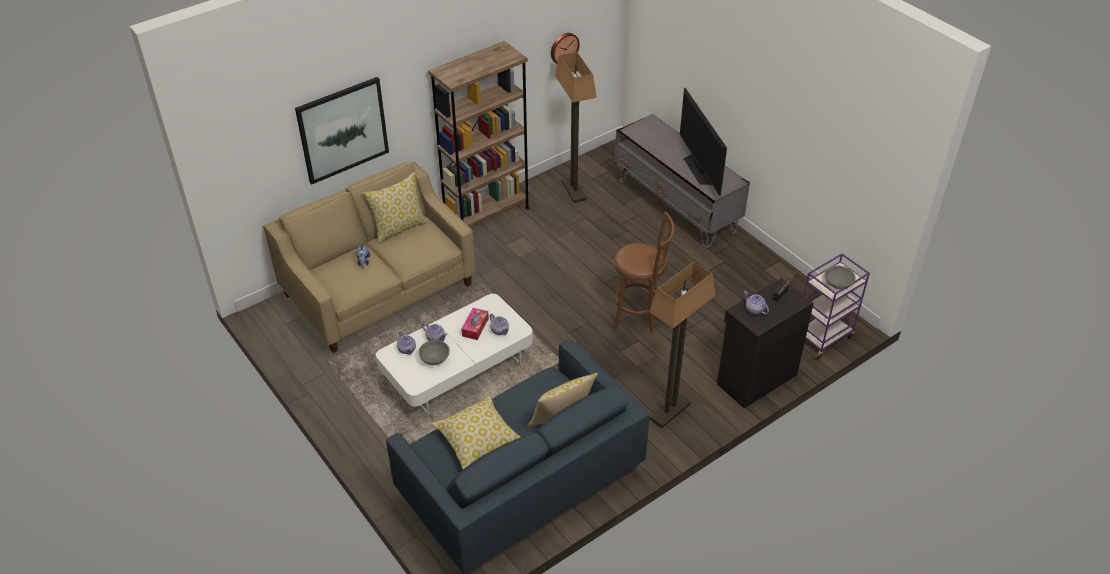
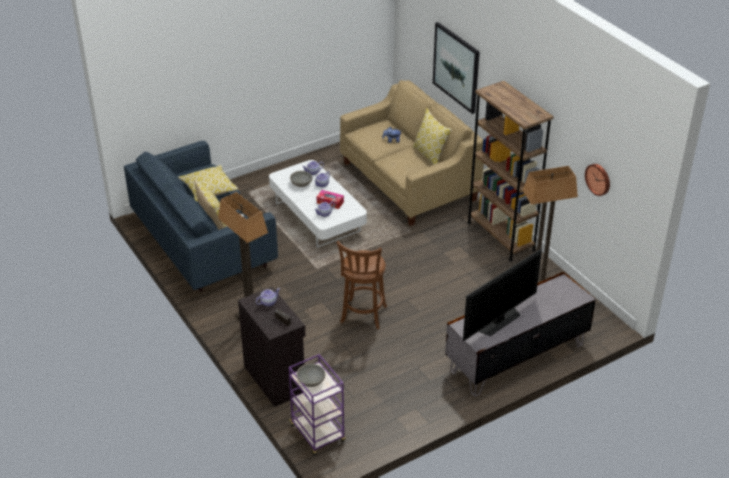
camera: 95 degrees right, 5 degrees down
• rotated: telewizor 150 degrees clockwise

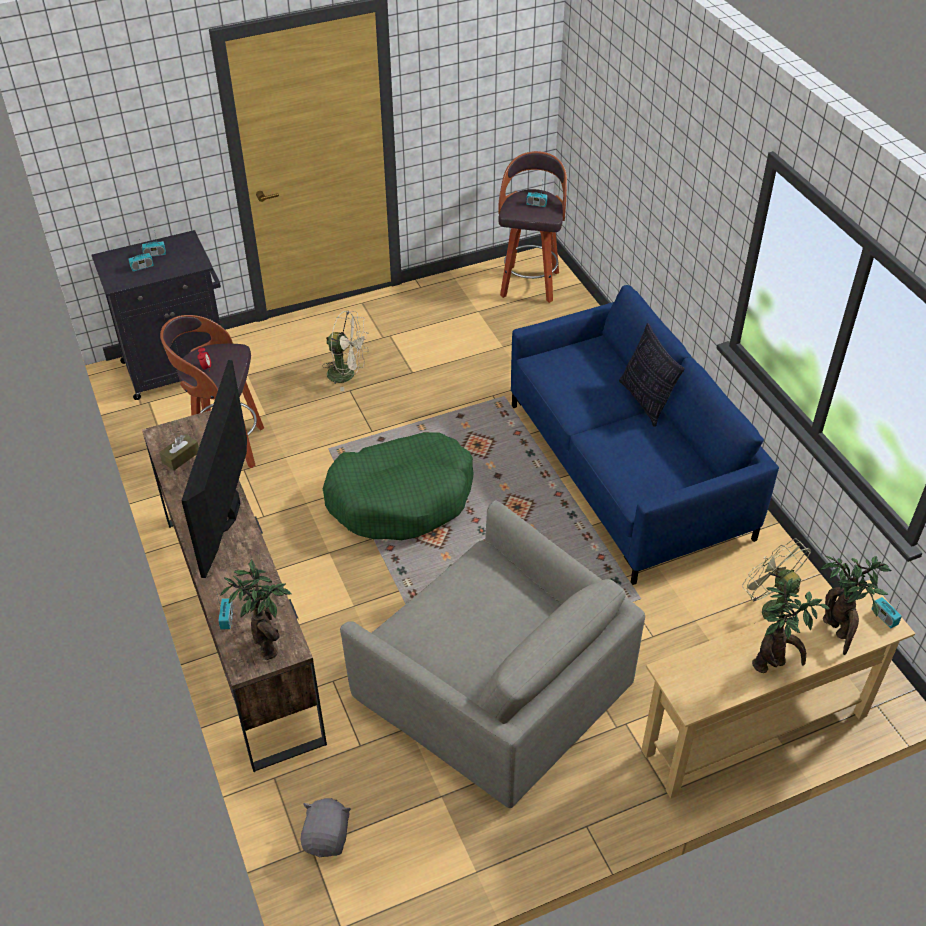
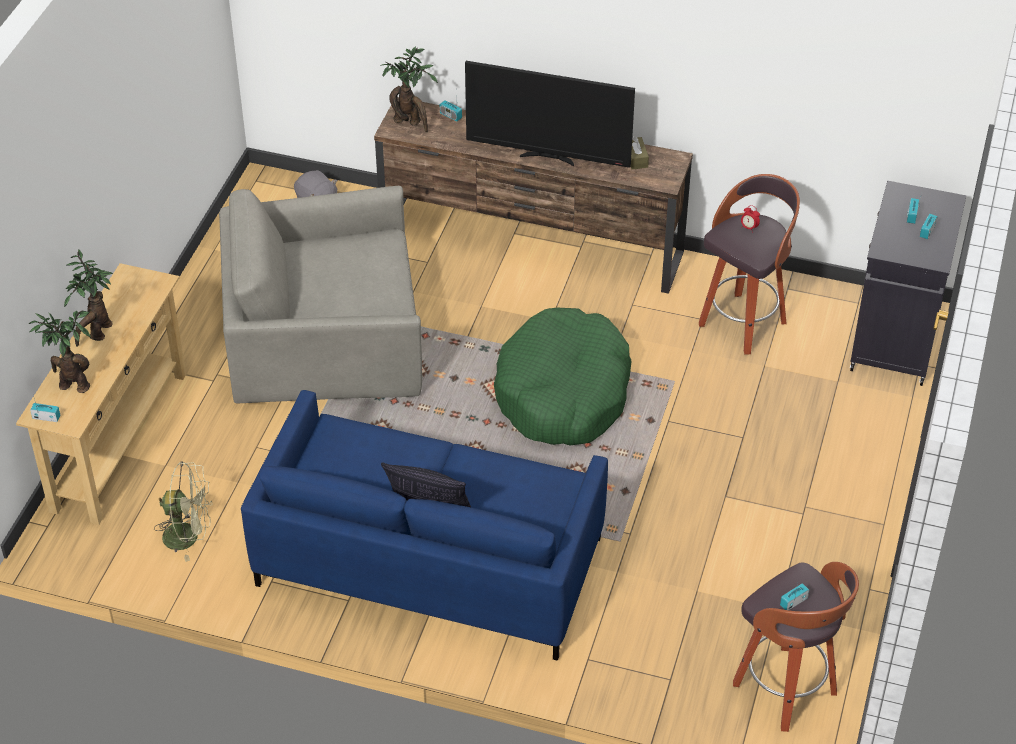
camera: 130 degrees right, 0 degrees up
• gone: wentylator [beżowy]
• rotated: telewizor 150 degrees clockwise

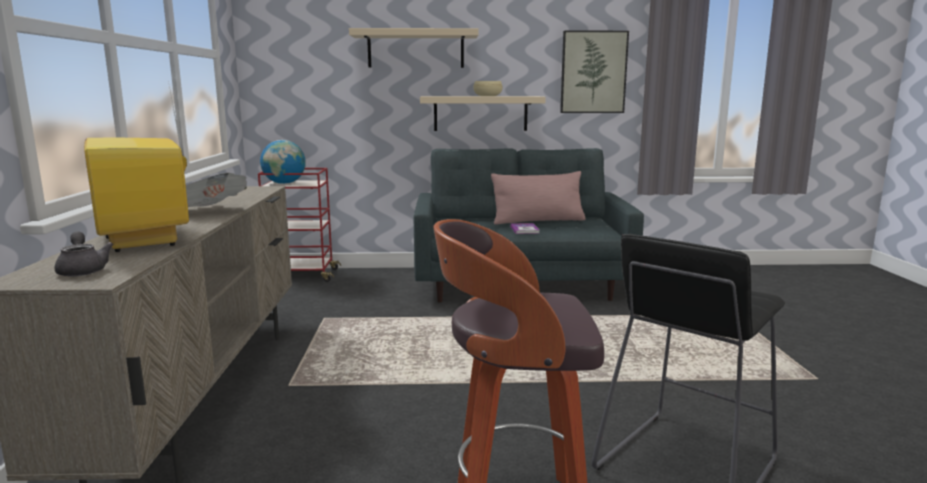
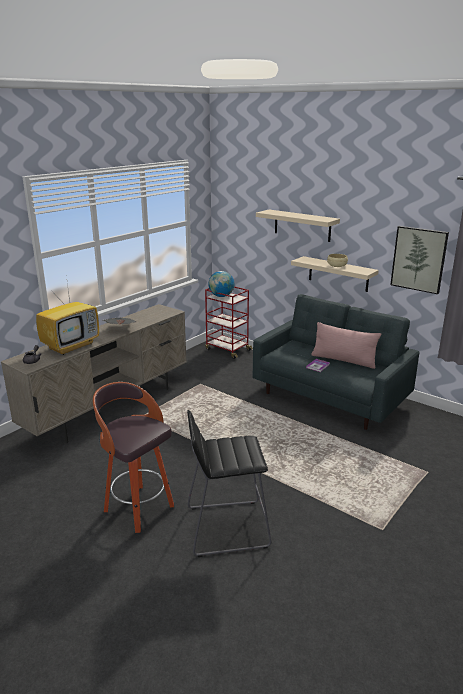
camera: 40 degrees right, 10 degrees up
• rotated: telewizor 150 degrees counterclockwise

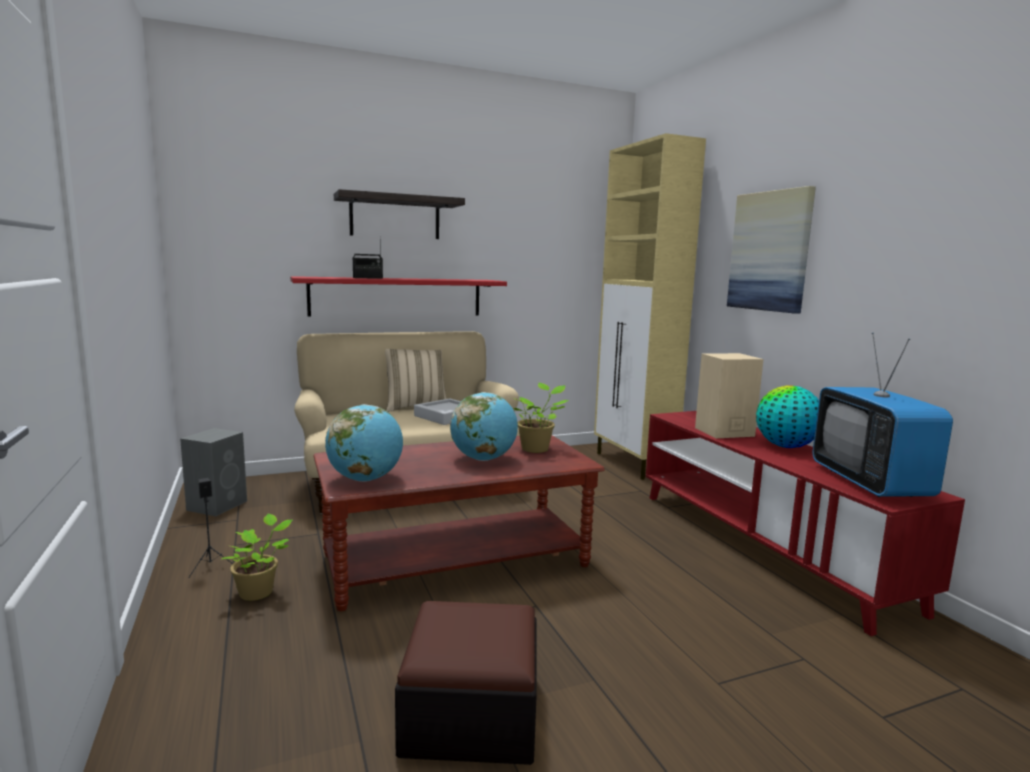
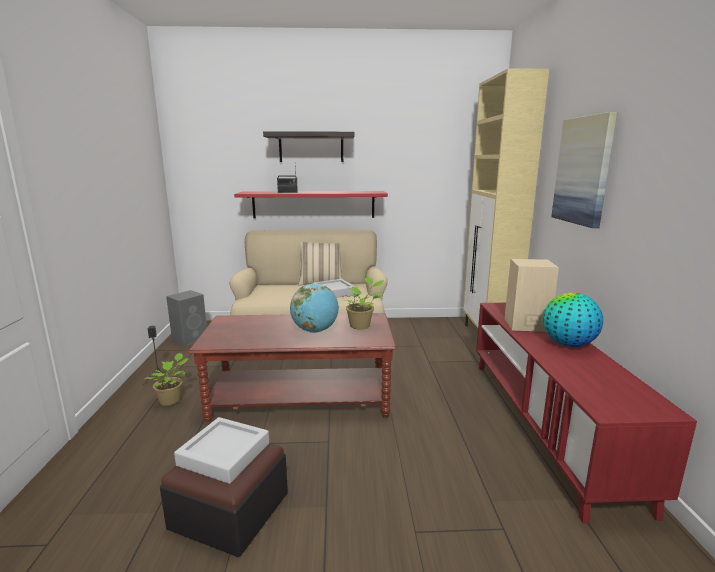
camera: 20 degrees right, 5 degrees up
• gone: globus (no. 1 from left)
• gone: telewizor
• new: taca [szary] (no. 1 from left)

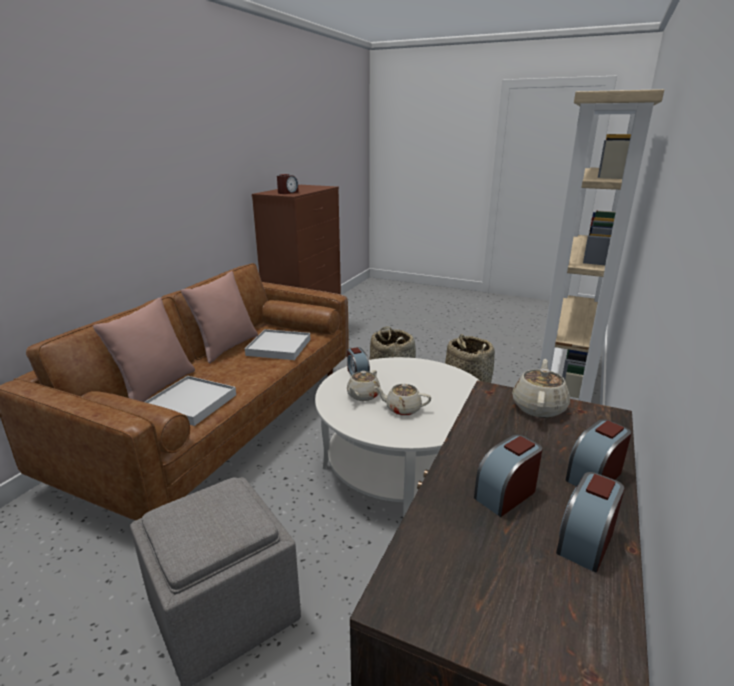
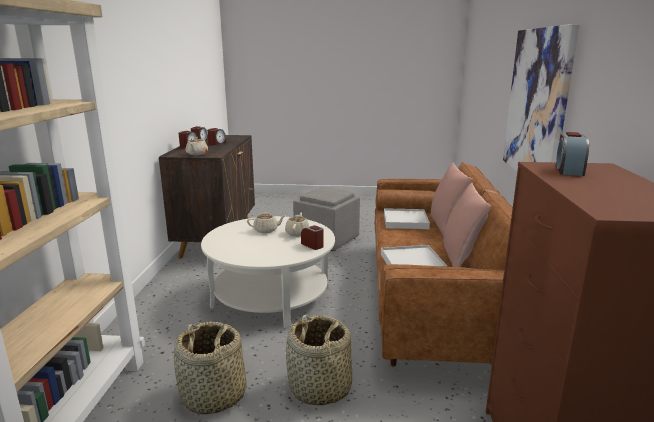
camera: 160 degrees right, 5 degrees down
• new: obraz

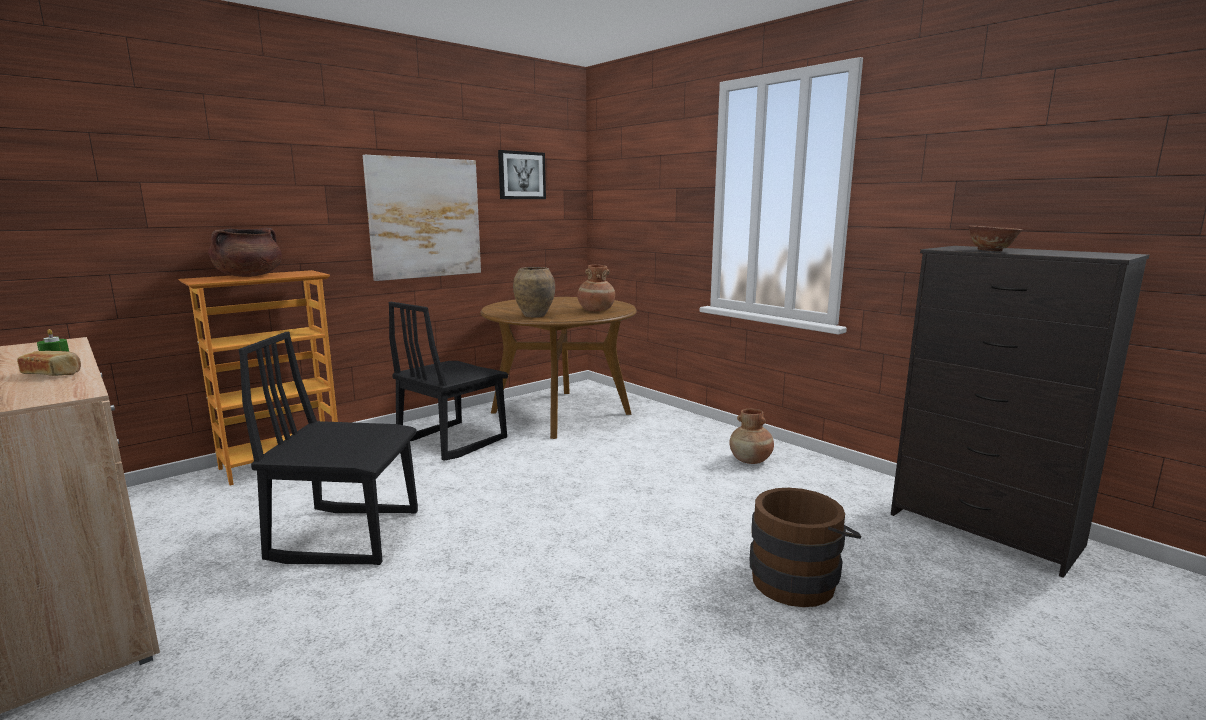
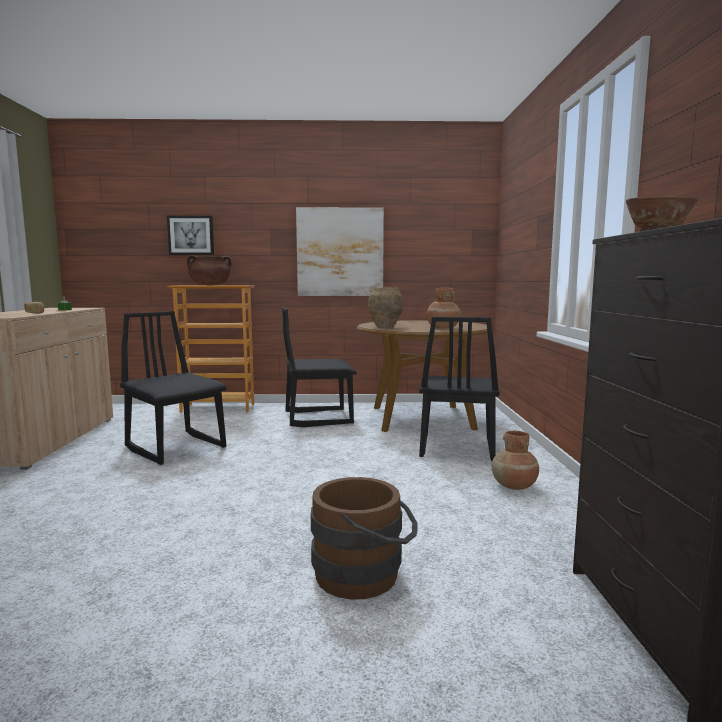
camera: 40 degrees right, 5 degrees down
• new: krzesło [czarny] (no. 3 from left)
• shifted: obraz (no. 2 from left in the first image) to obraz (no. 1 from left)

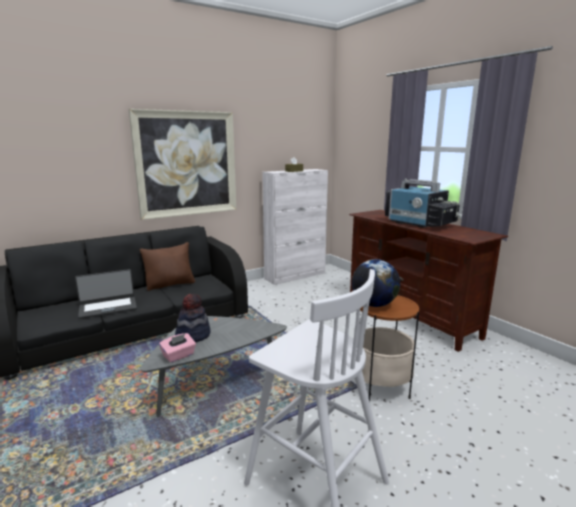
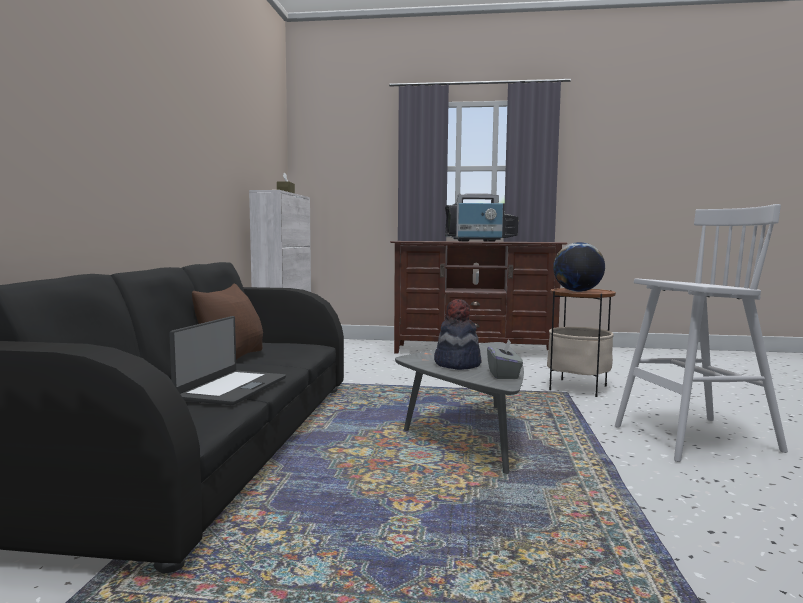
camera: 50 degrees left, 10 degrees down
• gone: obraz
• repainted: pudełko chusteczek [różowy] to pudełko chusteczek [szary]

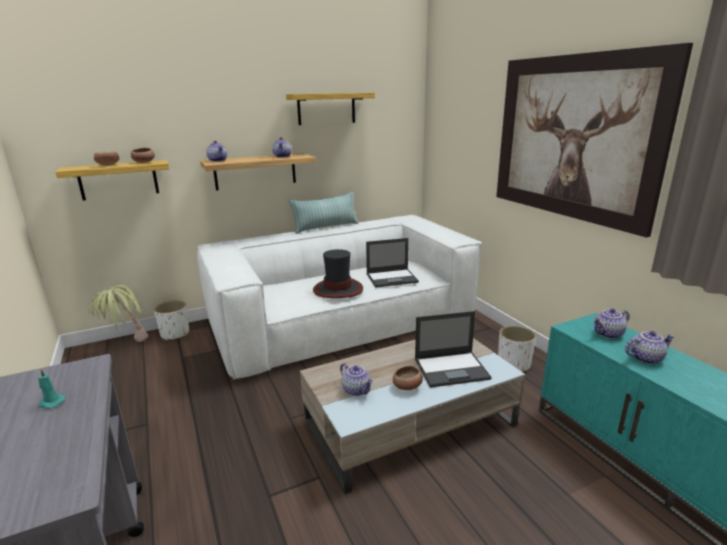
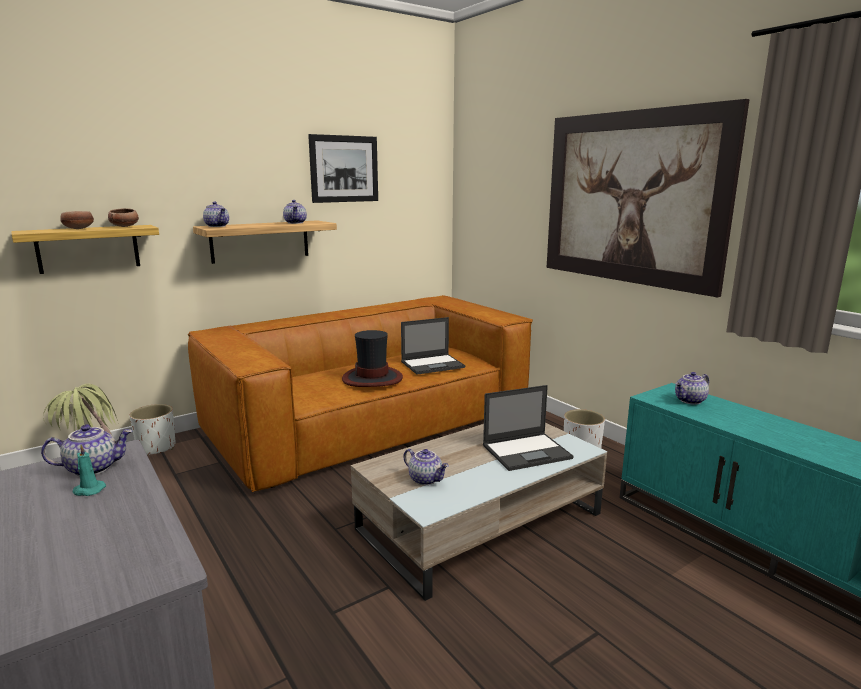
camera: 10 degrees left, 5 degrees down
• gone: poduszka
• gone: miska (no. 3 from left)
• shifted: imbryk (no. 5 from left in the first image) to imbryk (no. 1 from left)
• swapped: półka (no. 3 from left) to obraz (no. 1 from left)
• repainted: kanapa [biały] to kanapa [brązowy]

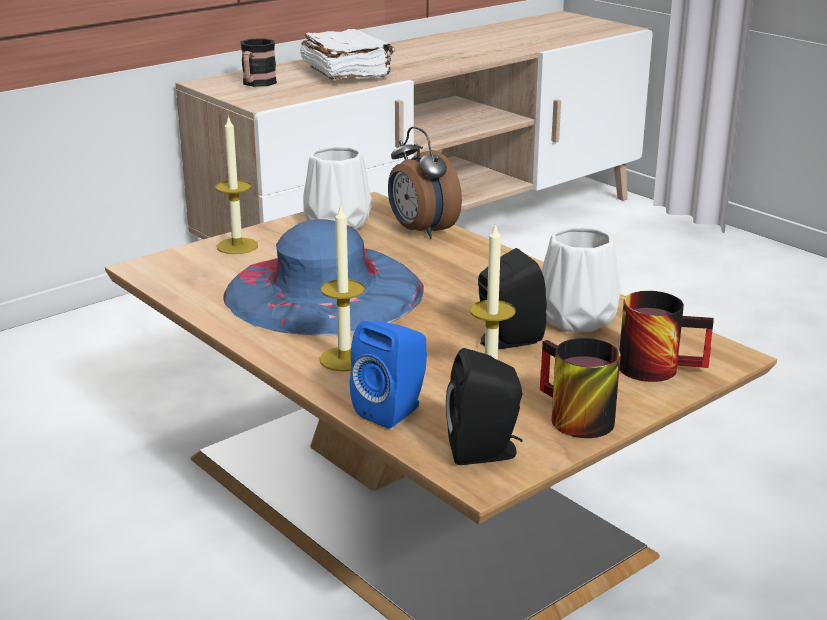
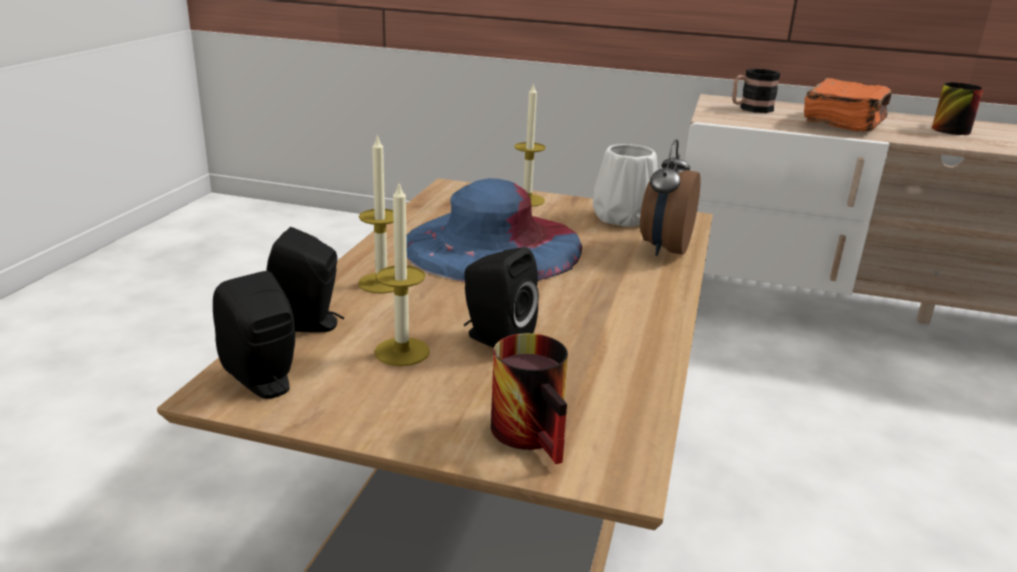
camera: 55 degrees right, 0 degrees up
• gone: wazon [biały] (no. 2 from left)
• shifted: kubek (no. 2 from left in the first image) to kubek (no. 3 from left)
• repainted: książka [biały] to książka [pomarańczowy]
• repainted: głośnik [niebieski] to głośnik [czarny] (no. 2 from left)

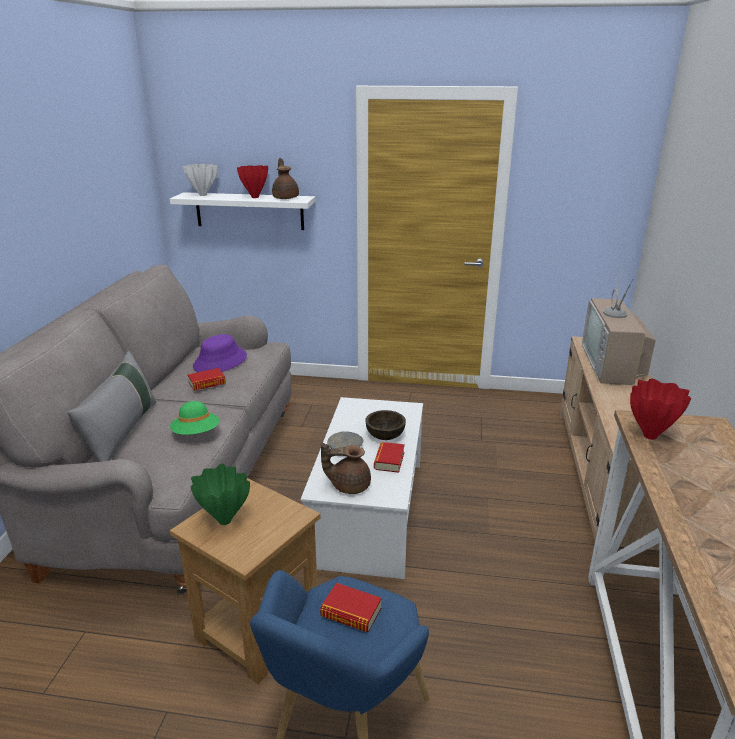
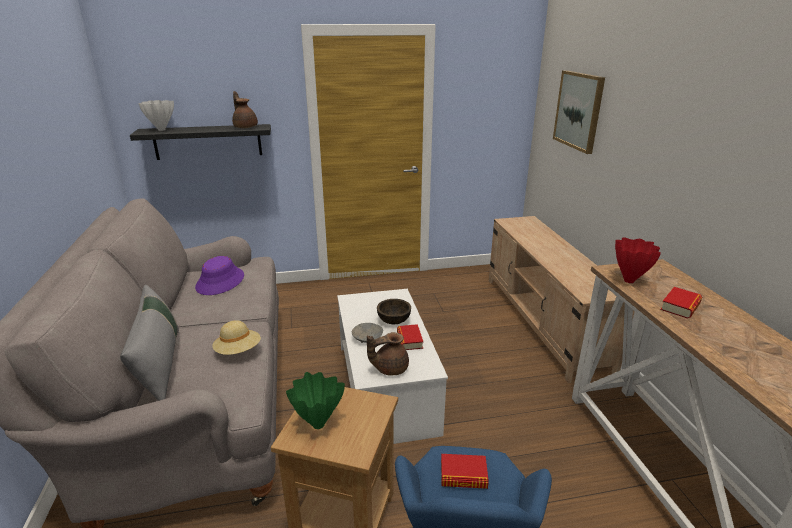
camera: 20 degrees left, 0 degrees up
• gone: wazon [czerwony] (no. 1 from left)
• gone: telewizor
• new: obraz
• shifted: książka (no. 1 from left in the first image) to książka (no. 3 from left)
• repainted: półka [biały] to półka [czarny]
• repainted: kapelusz [zielony] to kapelusz [beżowy]

